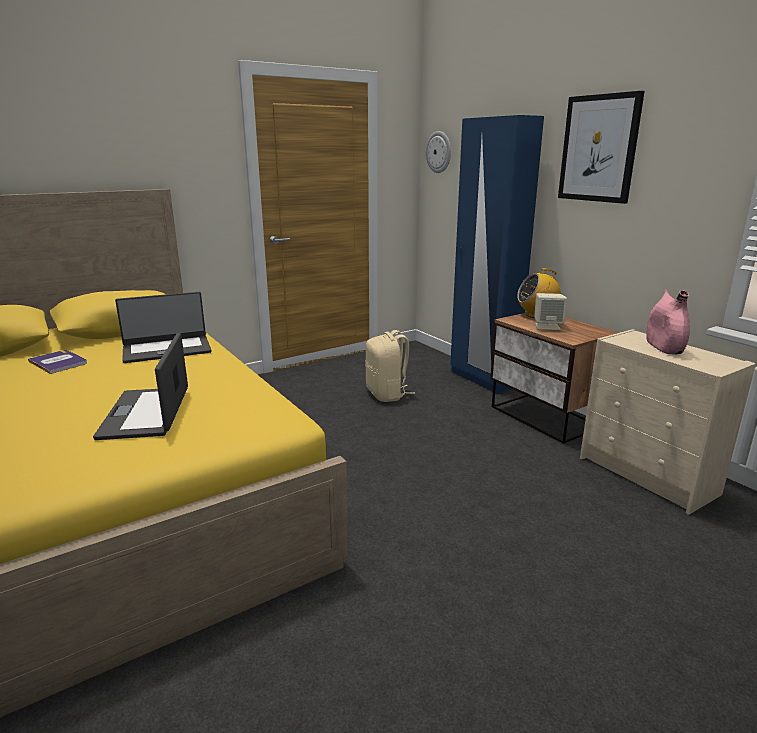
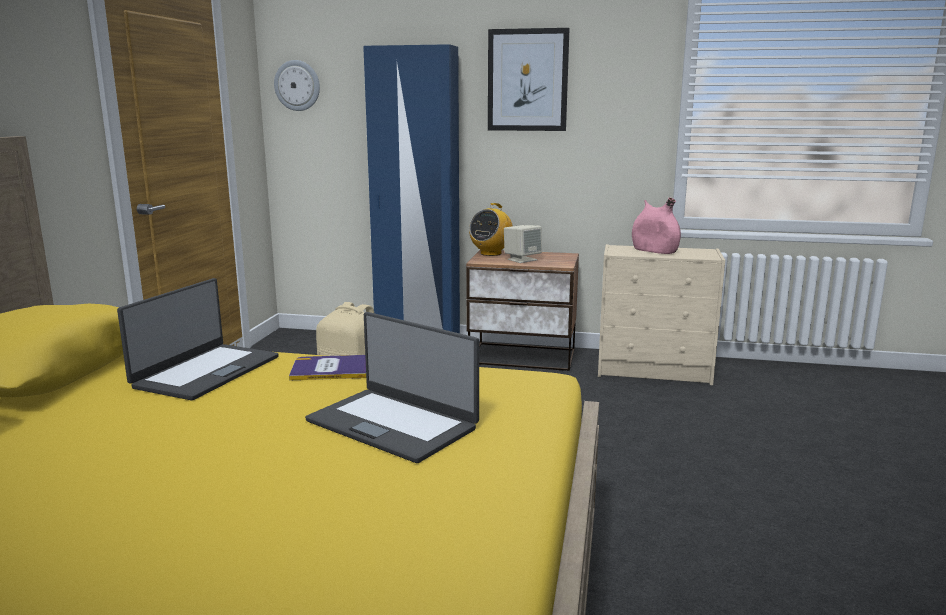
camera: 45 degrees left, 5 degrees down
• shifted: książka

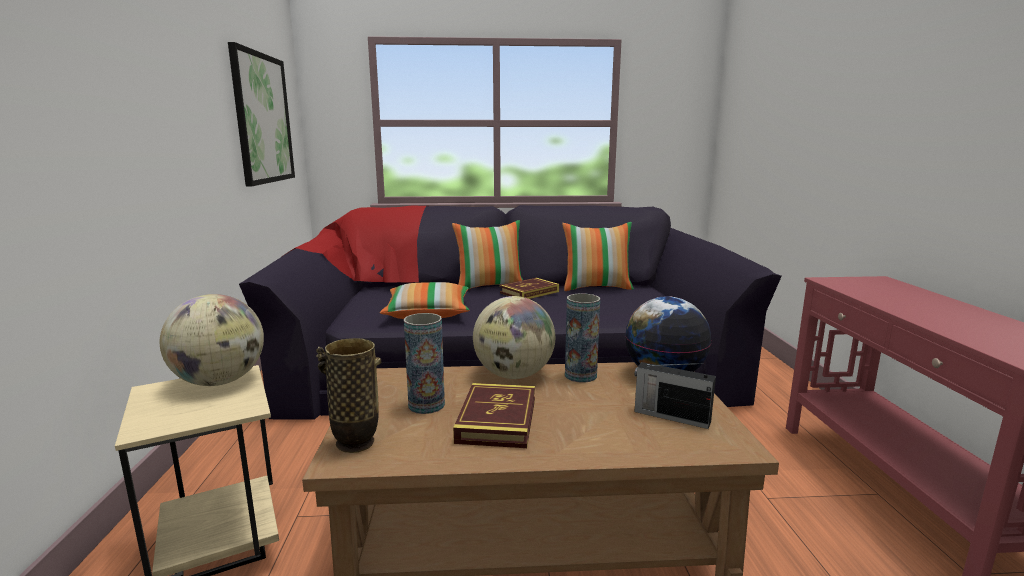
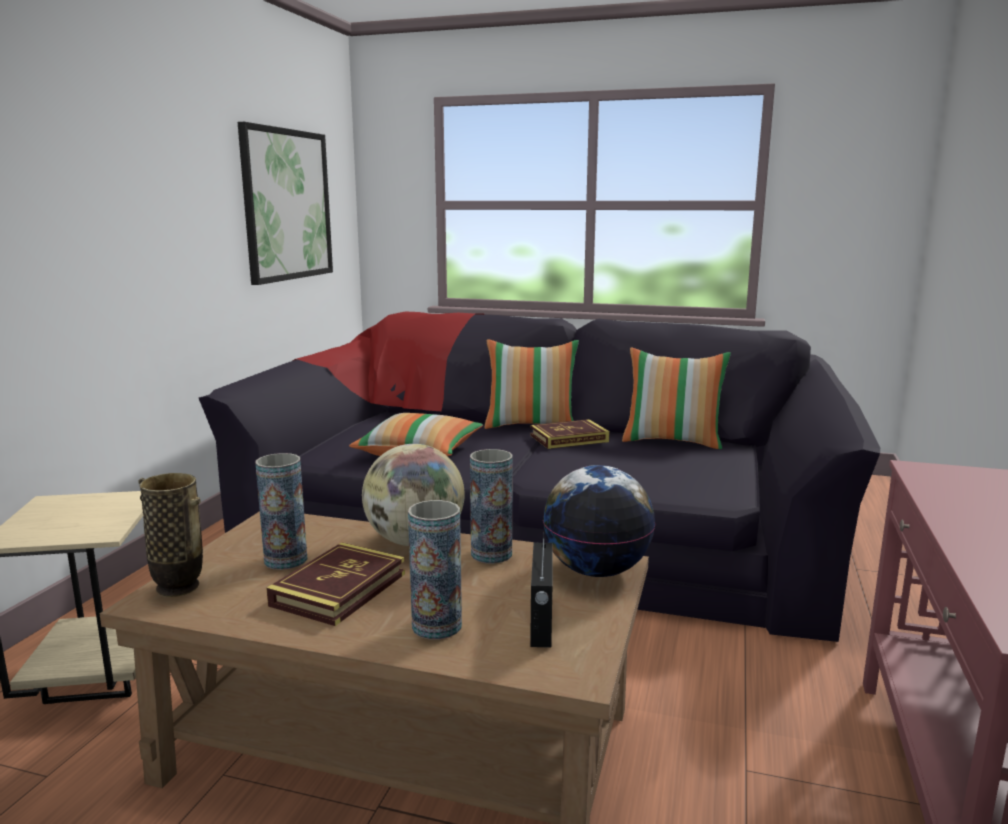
camera: 20 degrees right, 0 degrees up
• gone: globus (no. 1 from left)
• new: wazon (no. 3 from left)
• rotated: radio 135 degrees counterclockwise

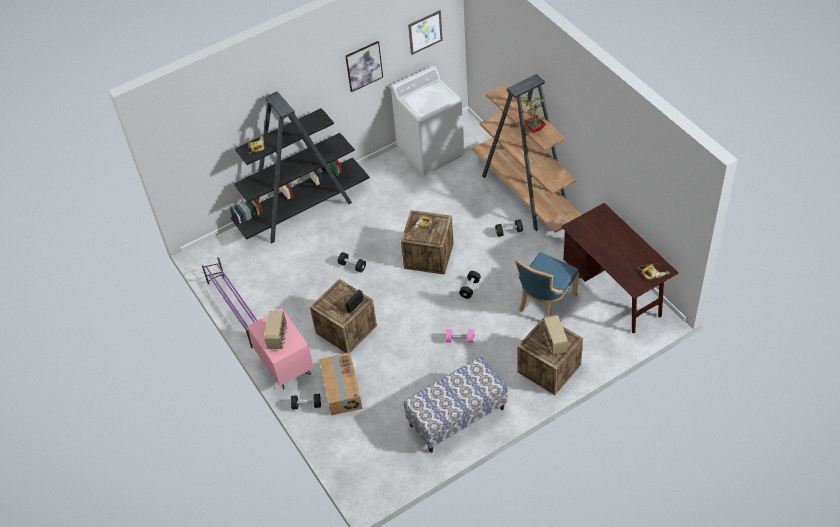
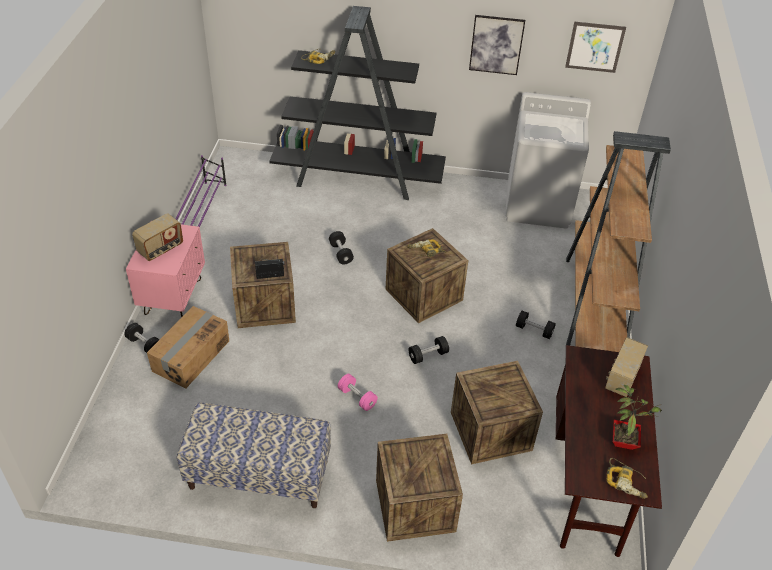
camera: 35 degrees right, 5 degrees down
• shifted: roślina doniczkowa
• shifted: radio (no. 3 from left)
• swapped: krzesło [niebieski] to skrzynka (no. 4 from left)

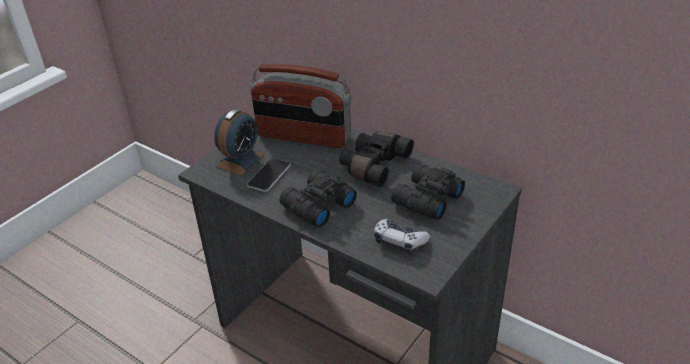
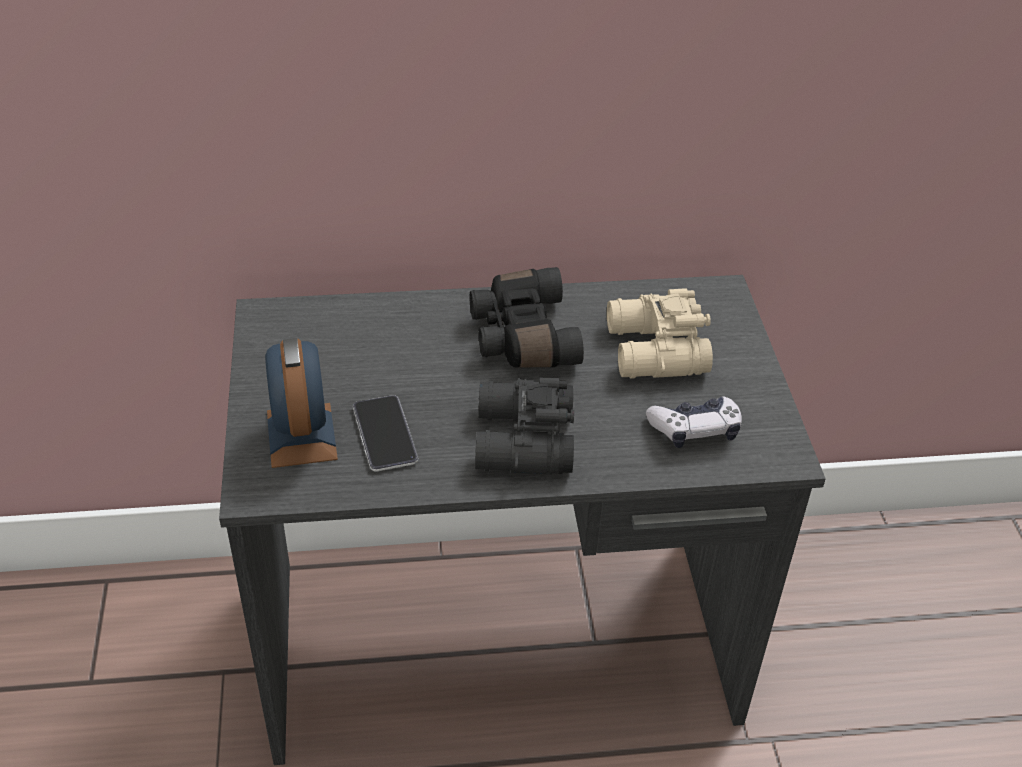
camera: 45 degrees left, 5 degrees up
• gone: radio
• repainted: lornetka [czarny] (no. 3 from left) to lornetka [beżowy]

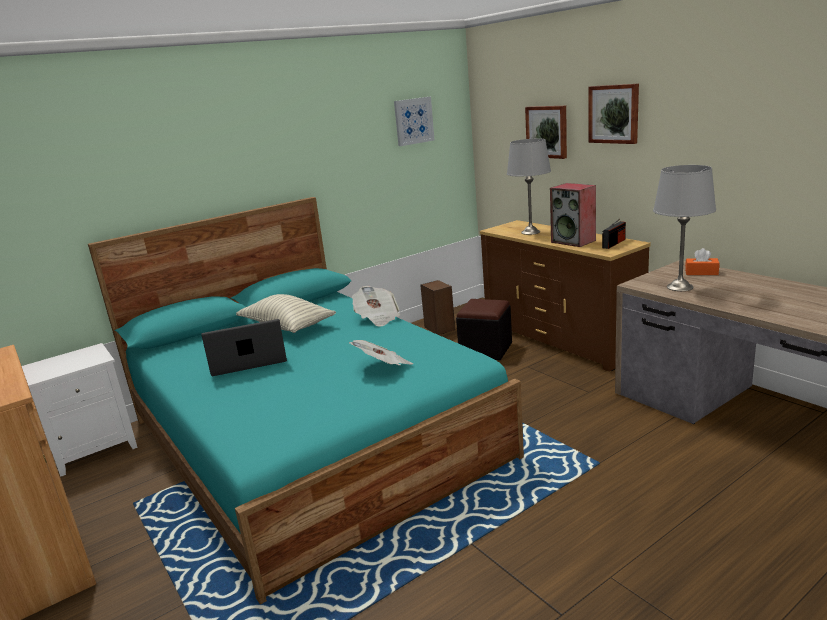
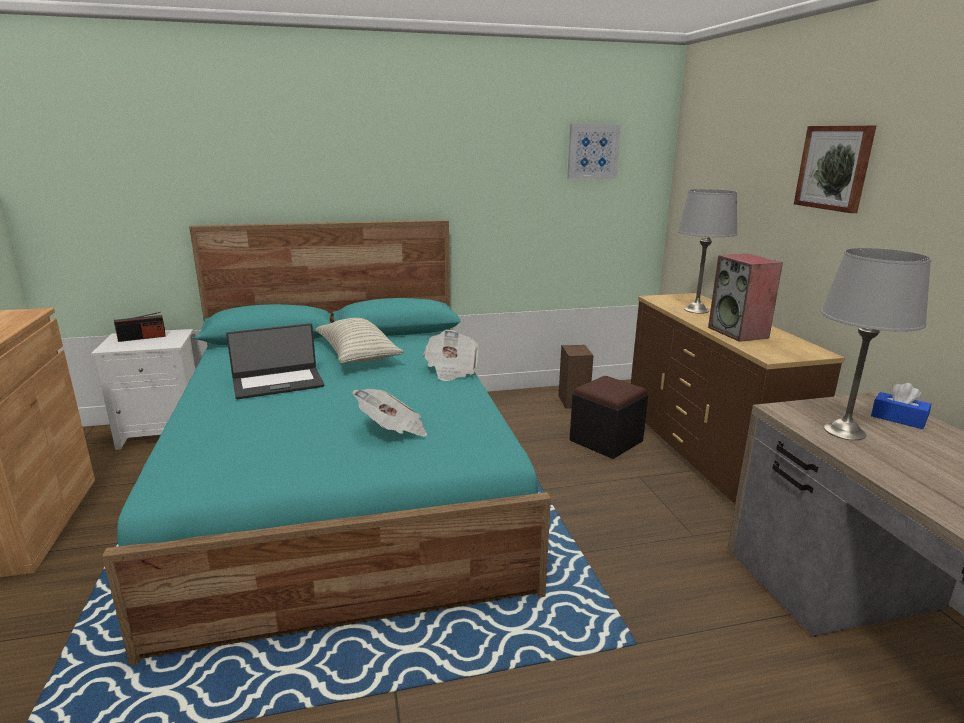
camera: 20 degrees right, 0 degrees up
• gone: obraz (no. 2 from left)
• shifted: radio
• repainted: pudełko chusteczek [pomarańczowy] to pudełko chusteczek [niebieski]
• rotated: laptop 150 degrees clockwise

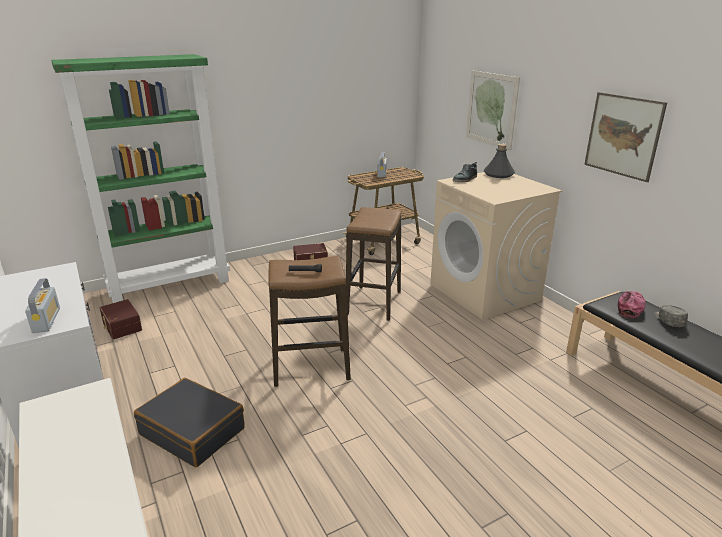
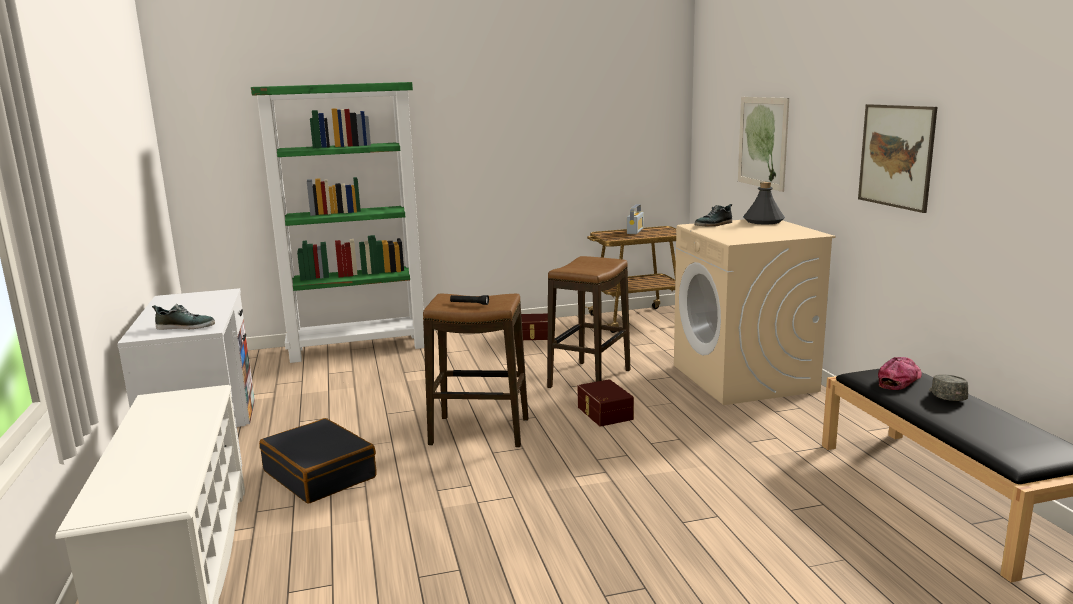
camera: 15 degrees right, 10 degrees down
• shifted: pojemnik do przechowywania [brązowy] (no. 1 from left in the first image) to pojemnik do przechowywania [brązowy] (no. 2 from left)
• swapped: radio (no. 1 from left) to but (no. 1 from left)

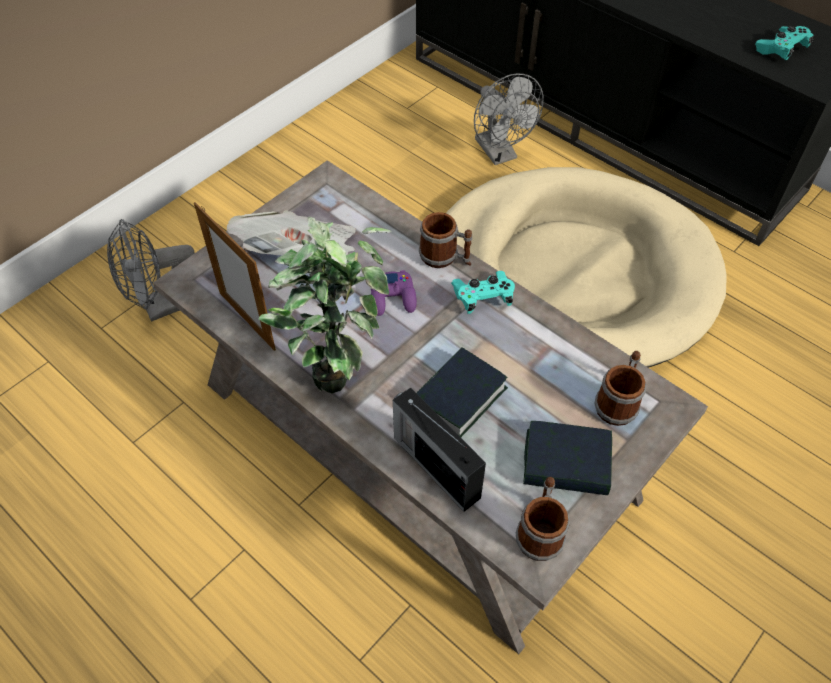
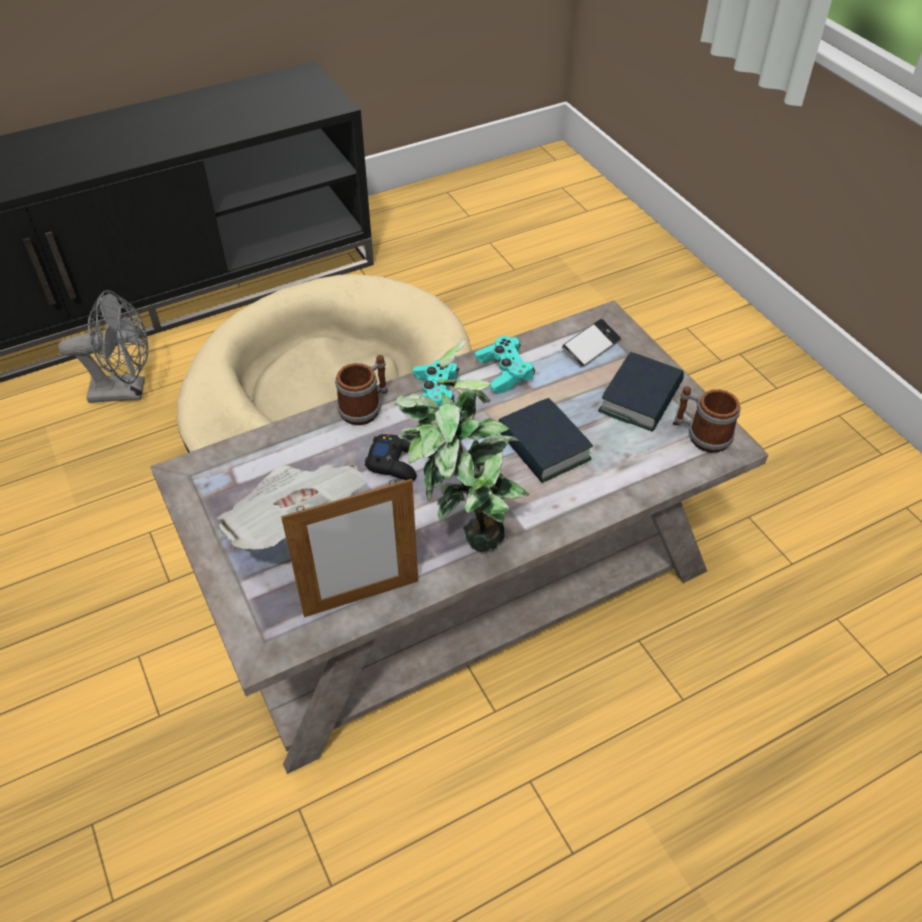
camera: 70 degrees left, 5 degrees down
• gone: wentylator [szary] (no. 1 from left)
• gone: radio
• shifted: pad do gier [turkusowy] (no. 2 from left)
• swapped: kubek (no. 3 from left) to telefon
• repainted: pad do gier [fioletowy] to pad do gier [czarny]

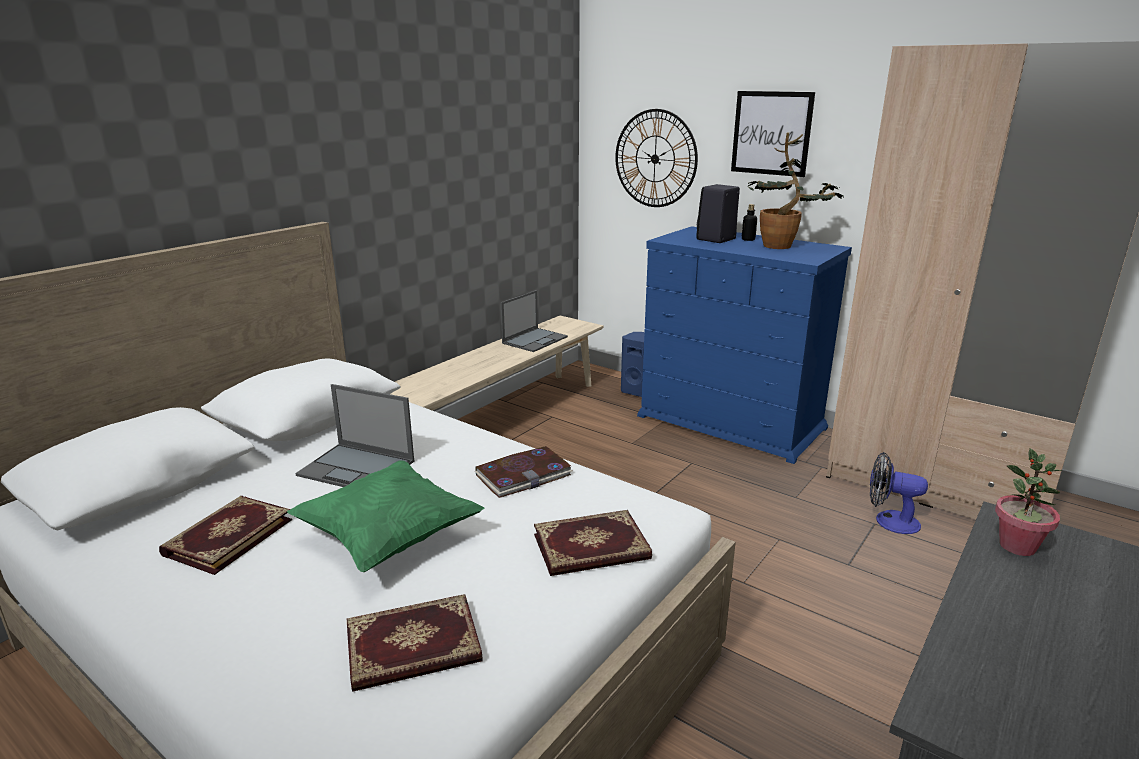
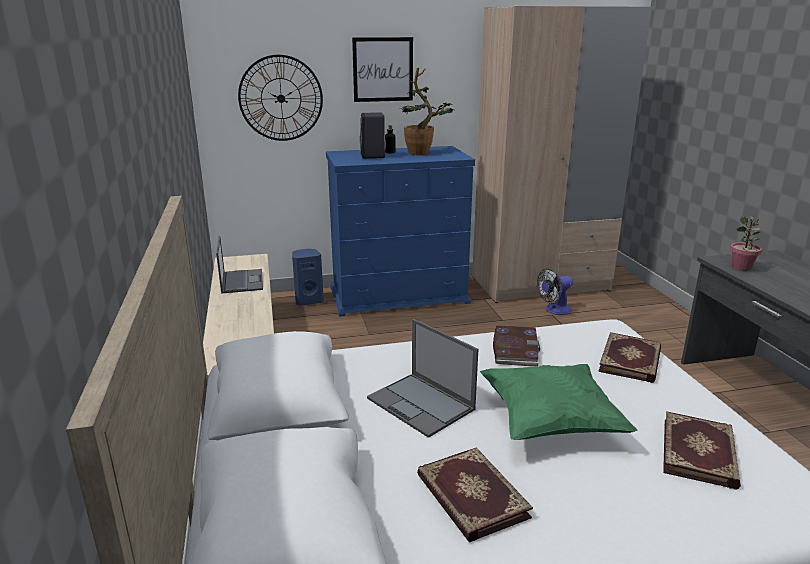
camera: 50 degrees left, 0 degrees up
• rotated: laptop (no. 1 from left in the first image) 75 degrees clockwise

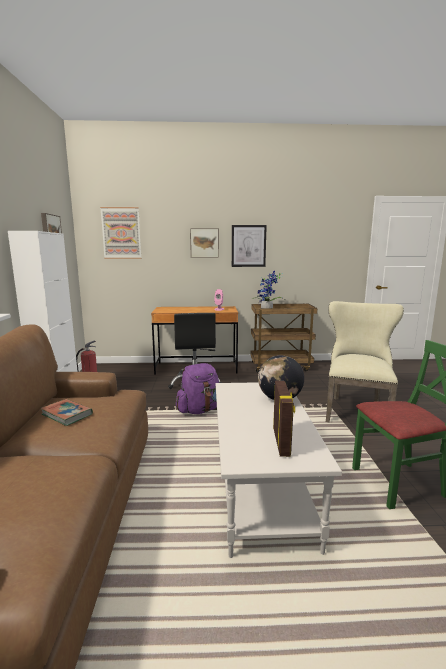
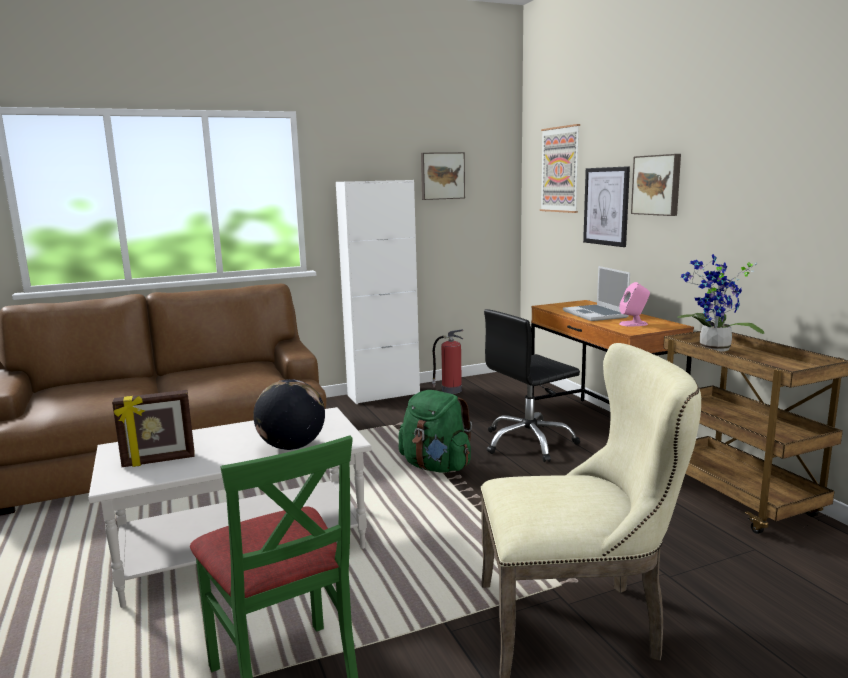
camera: 70 degrees right, 0 degrees up
• gone: książka
• new: laptop
• shifted: obraz (no. 4 from left in the first image) to obraz (no. 3 from left)
• repainted: plecak [fioletowy] to plecak [zielony]

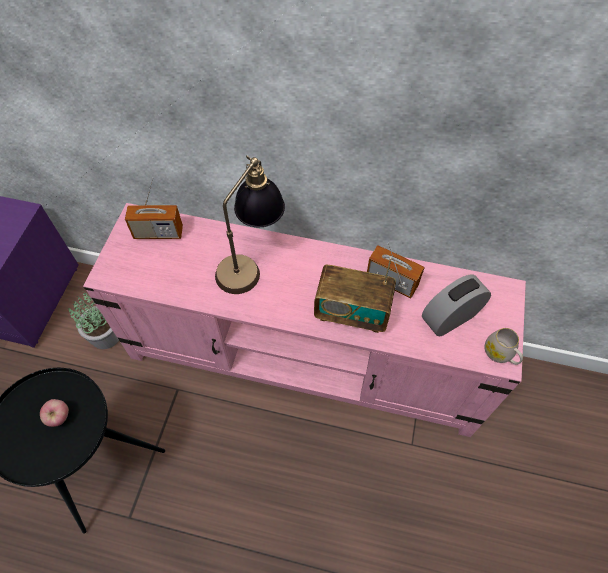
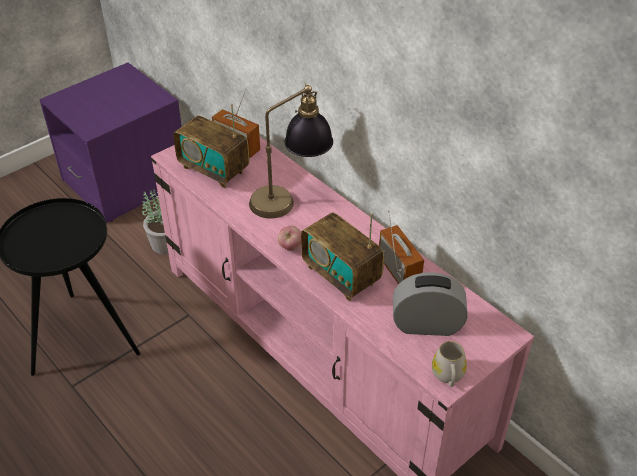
camera: 35 degrees right, 15 degrees down
• new: radio (no. 1 from left)
• shifted: jabłko

